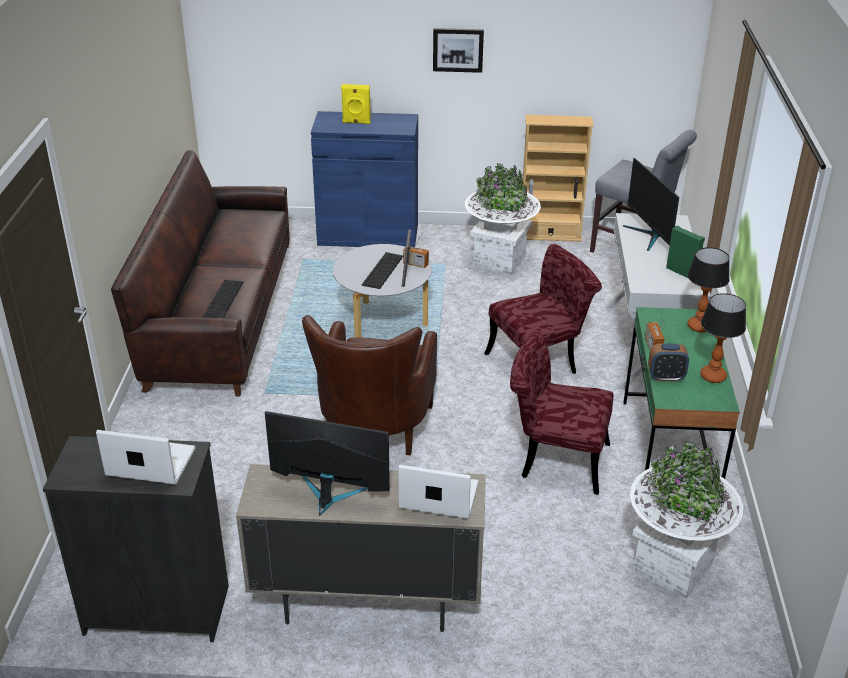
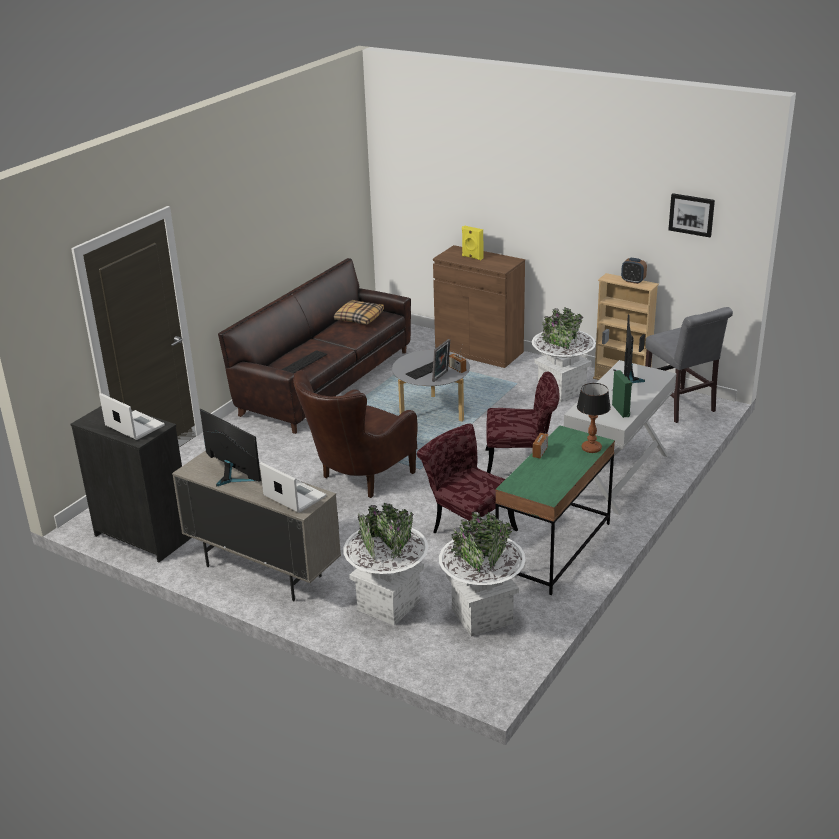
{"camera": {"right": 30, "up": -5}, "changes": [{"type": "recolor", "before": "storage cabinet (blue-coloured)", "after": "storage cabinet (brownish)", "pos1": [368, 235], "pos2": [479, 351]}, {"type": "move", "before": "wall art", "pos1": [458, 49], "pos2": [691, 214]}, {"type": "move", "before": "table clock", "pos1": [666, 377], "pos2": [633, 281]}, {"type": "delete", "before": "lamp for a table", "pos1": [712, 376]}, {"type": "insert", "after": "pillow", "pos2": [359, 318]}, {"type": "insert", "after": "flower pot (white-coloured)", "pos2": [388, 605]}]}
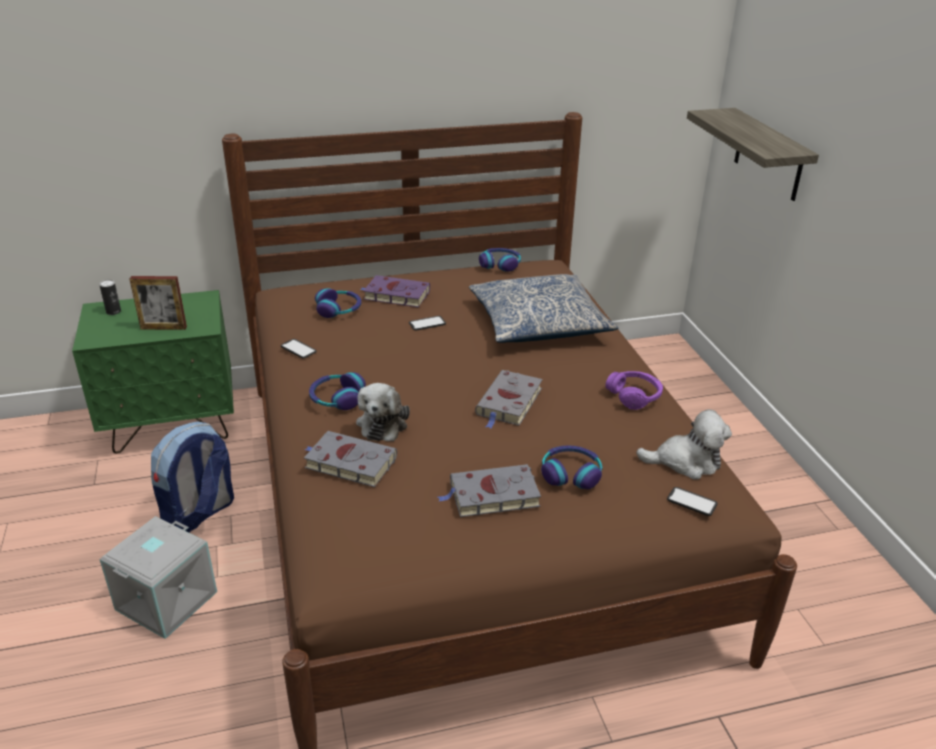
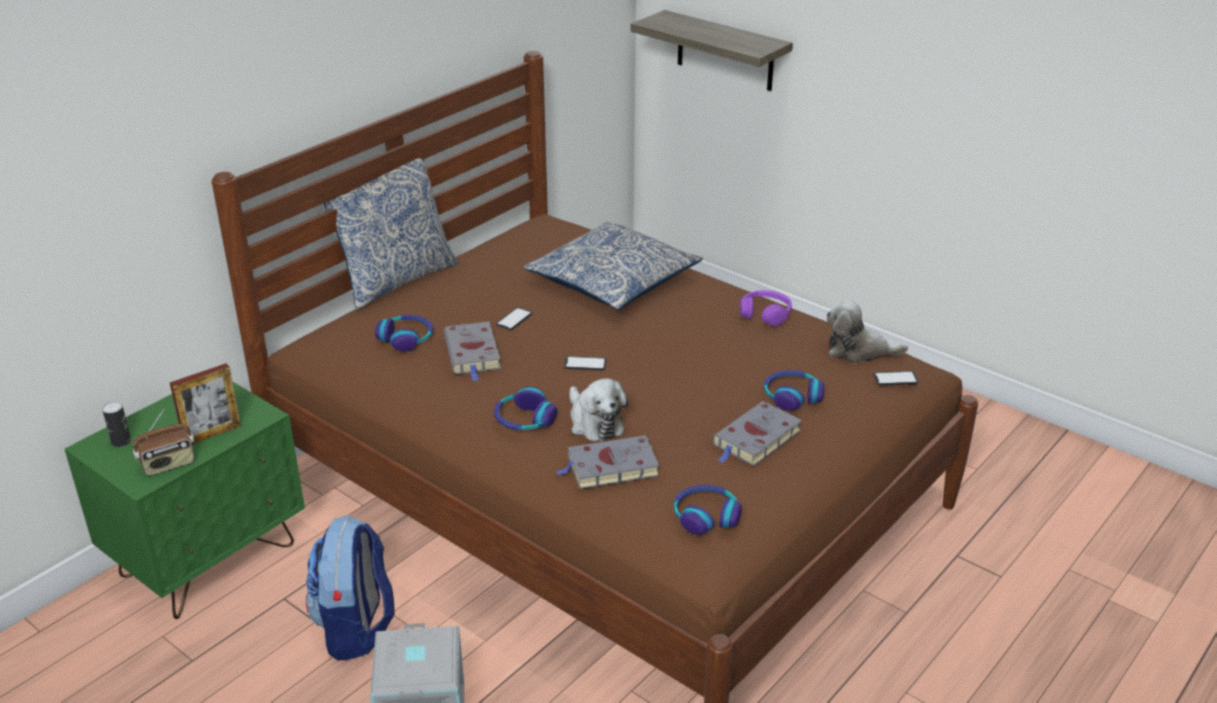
{"camera": {"right": -35, "up": 0}, "changes": [{"type": "move", "before": "handset", "pos1": [298, 349], "pos2": [585, 364]}, {"type": "delete", "before": "bound book (purple-coloured)", "pos1": [395, 295]}, {"type": "move", "before": "bound book (greyish)", "pos1": [509, 403], "pos2": [473, 354]}, {"type": "move", "before": "headset", "pos1": [500, 264], "pos2": [706, 516]}, {"type": "rotate", "before": "plush toy", "pos1": [685, 462], "pos2": [858, 351], "turn": -135}, {"type": "insert", "after": "radio set", "pos2": [168, 464]}, {"type": "insert", "after": "pillow", "pos2": [395, 279]}]}
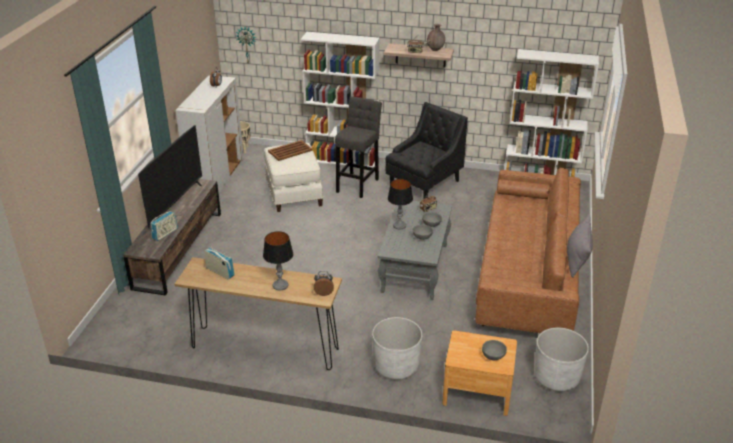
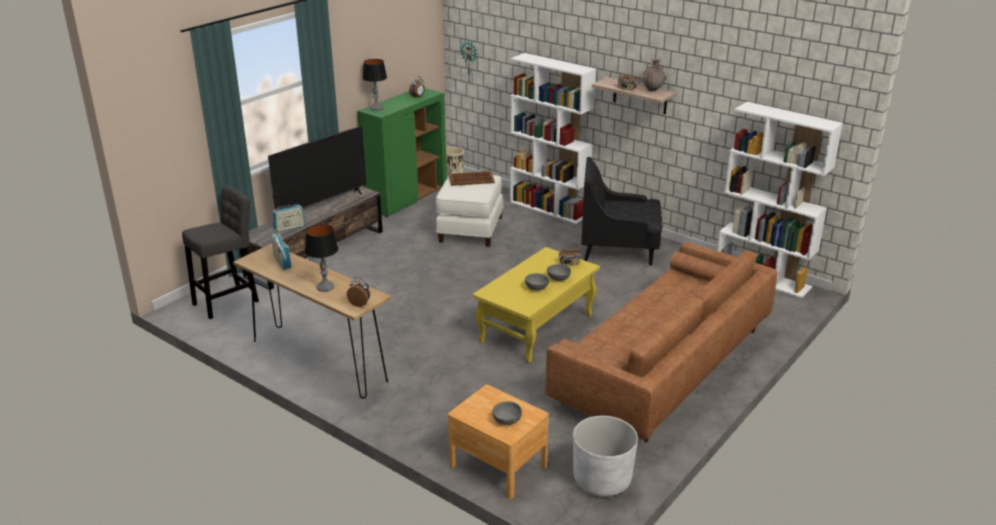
{"camera": {"right": 25, "up": -5}, "changes": [{"type": "recolor", "before": "storage cabinet (white-coloured)", "after": "storage cabinet (greenish)", "pos1": [216, 177], "pos2": [406, 198]}, {"type": "move", "before": "stool (greyish)", "pos1": [358, 184], "pos2": [229, 301]}, {"type": "delete", "before": "flower pot (white-coloured)", "pos1": [396, 366]}, {"type": "recolor", "before": "coffee table (greyish)", "after": "coffee table (yellow)", "pos1": [415, 268], "pos2": [536, 328]}, {"type": "rotate", "before": "easy chair (blackish)", "pos1": [424, 184], "pos2": [619, 250], "turn": -150}, {"type": "move", "before": "lamp for a table", "pos1": [399, 225], "pos2": [376, 108]}, {"type": "delete", "before": "pillow (greyish)", "pos1": [577, 258]}]}
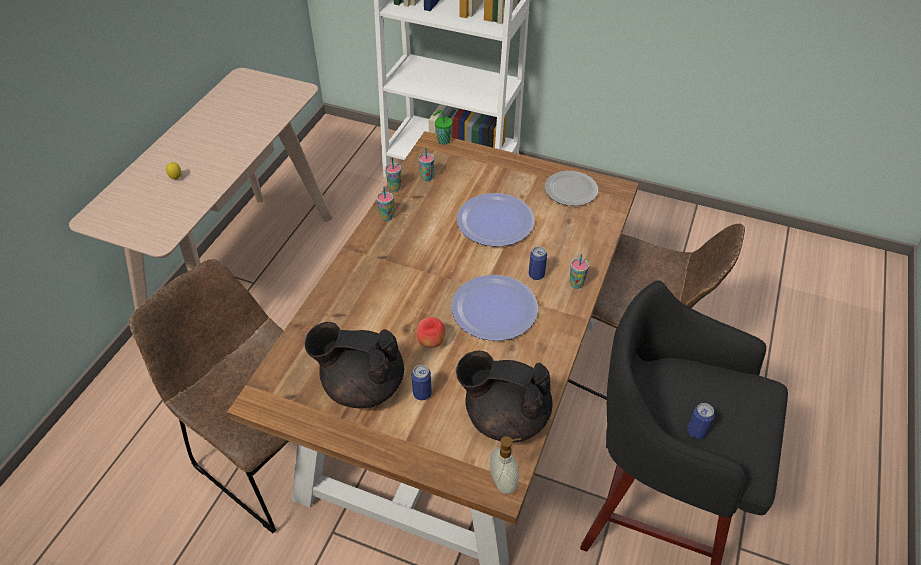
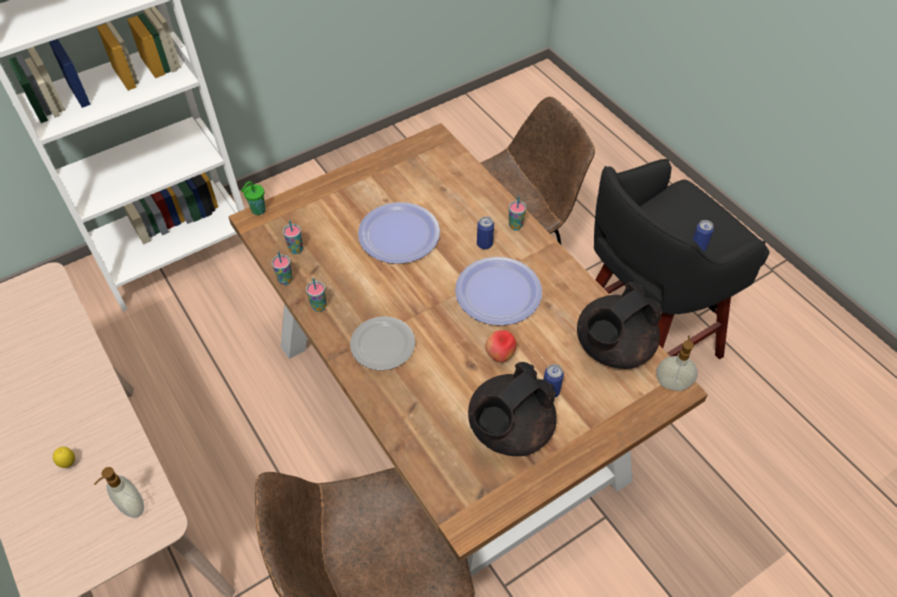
{"camera": {"right": -55, "up": 5}, "changes": [{"type": "move", "before": "plate", "pos1": [570, 189], "pos2": [381, 344]}, {"type": "insert", "after": "soap dispenser", "pos2": [131, 507]}]}
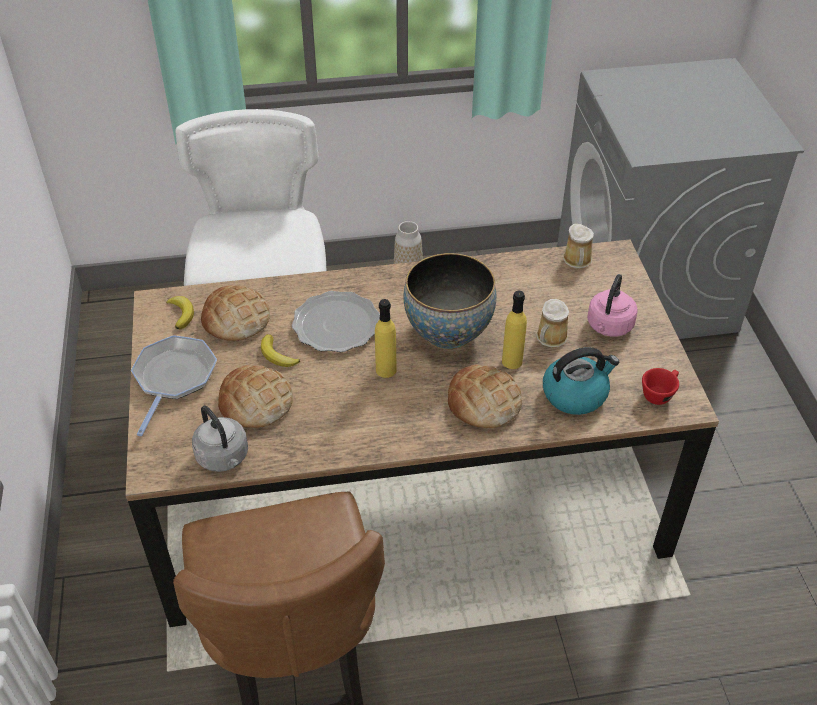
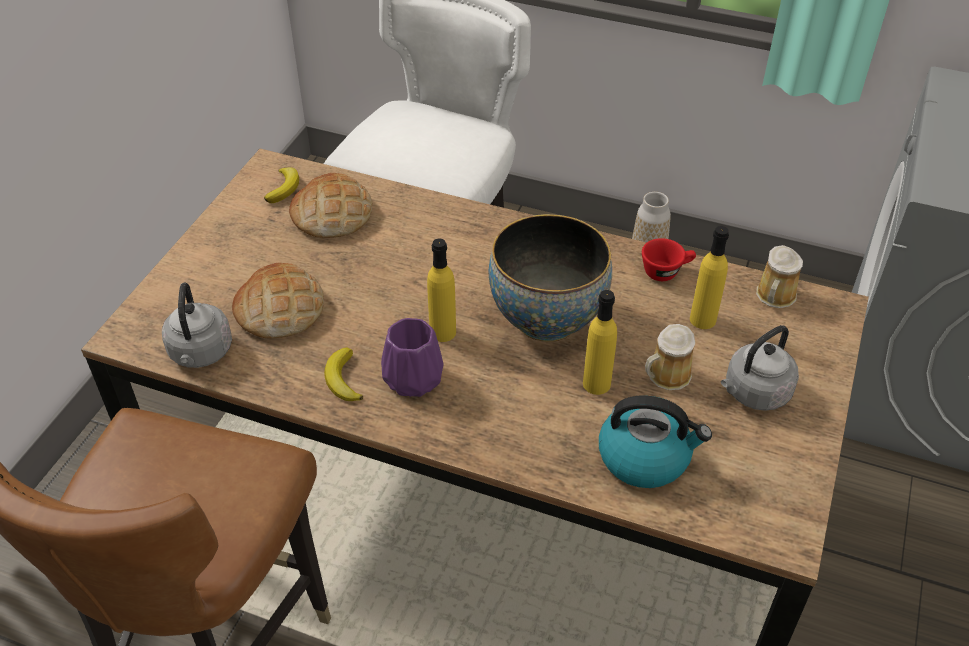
{"camera": {"right": 30, "up": 0}, "changes": [{"type": "delete", "before": "frying pan", "pos1": [173, 378]}, {"type": "move", "before": "whole banana", "pos1": [277, 355], "pos2": [343, 379]}, {"type": "delete", "before": "plate", "pos1": [336, 325]}, {"type": "delete", "before": "baked bread", "pos1": [483, 402]}, {"type": "recolor", "before": "tea kettle (pink)", "after": "tea kettle (greyish)", "pos1": [608, 327], "pos2": [754, 393]}, {"type": "move", "before": "drinking cup (red-coloured)", "pos1": [659, 393], "pos2": [666, 271]}, {"type": "insert", "after": "decorative vase (purple-coloured)", "pos2": [412, 380]}, {"type": "insert", "after": "beverage bottle (yellow)", "pos2": [702, 319]}]}
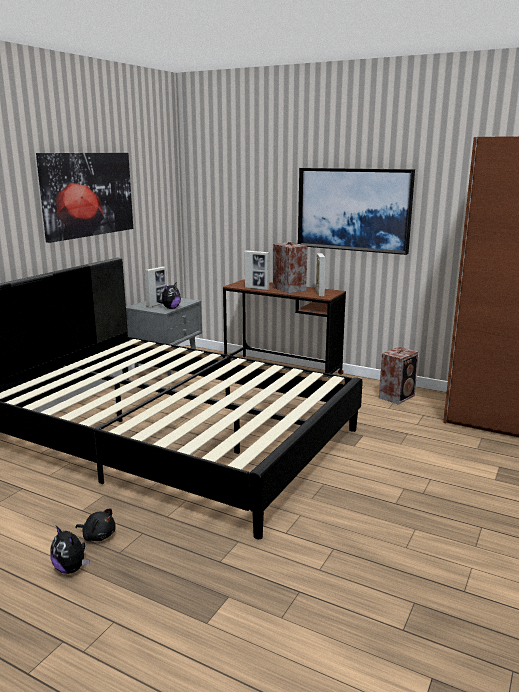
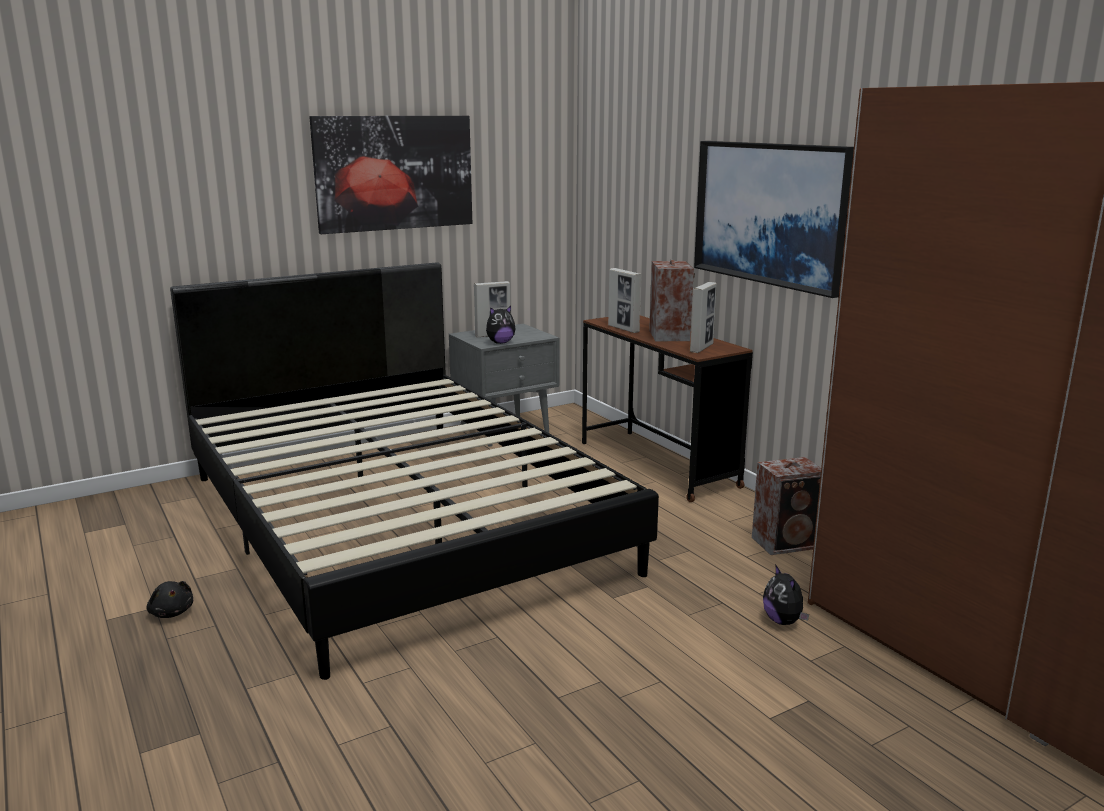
{"camera": {"right": 30, "up": 0}, "changes": [{"type": "move", "before": "plush toy", "pos1": [71, 568], "pos2": [783, 621]}]}
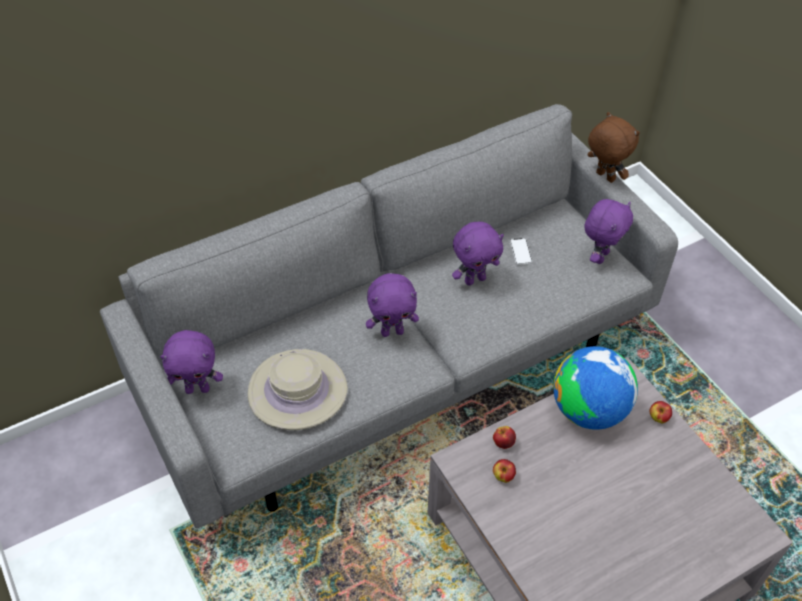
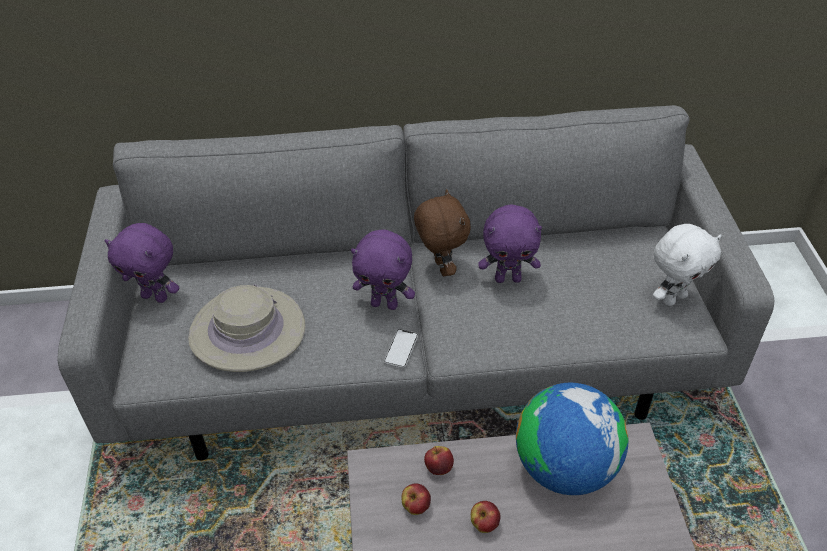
{"camera": {"right": 25, "up": -5}, "changes": [{"type": "move", "before": "handset", "pos1": [520, 252], "pos2": [401, 349]}, {"type": "recolor", "before": "plush toy (purple-coloured)", "after": "plush toy (white-coloured)", "pos1": [600, 256], "pos2": [673, 298]}, {"type": "move", "before": "plush toy (brownish)", "pos1": [604, 177], "pos2": [440, 268]}, {"type": "move", "before": "apple", "pos1": [658, 418], "pos2": [484, 524]}]}
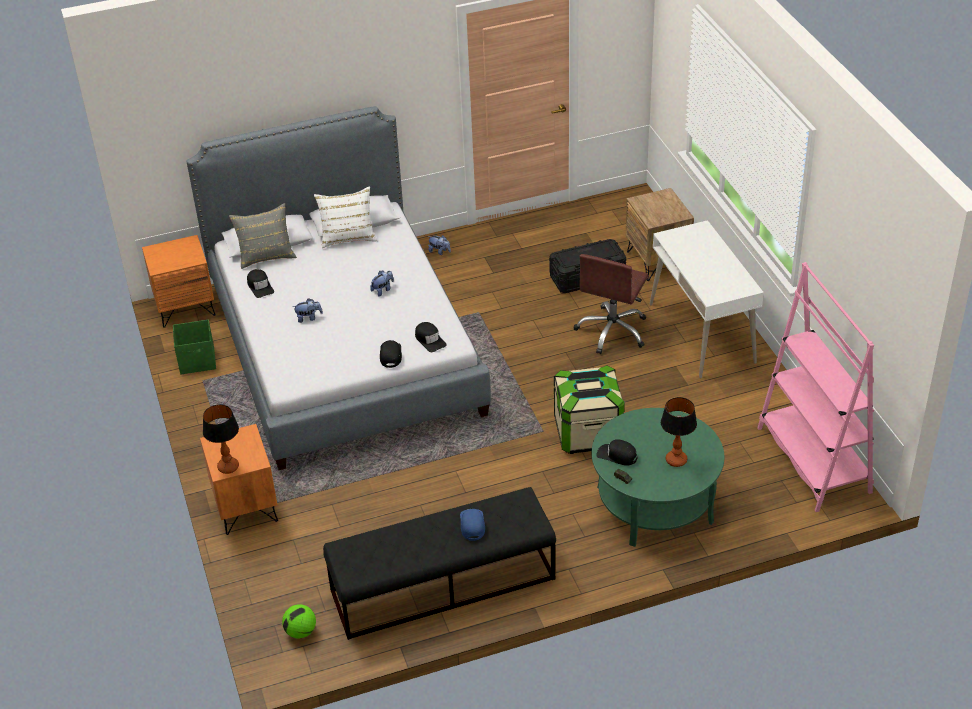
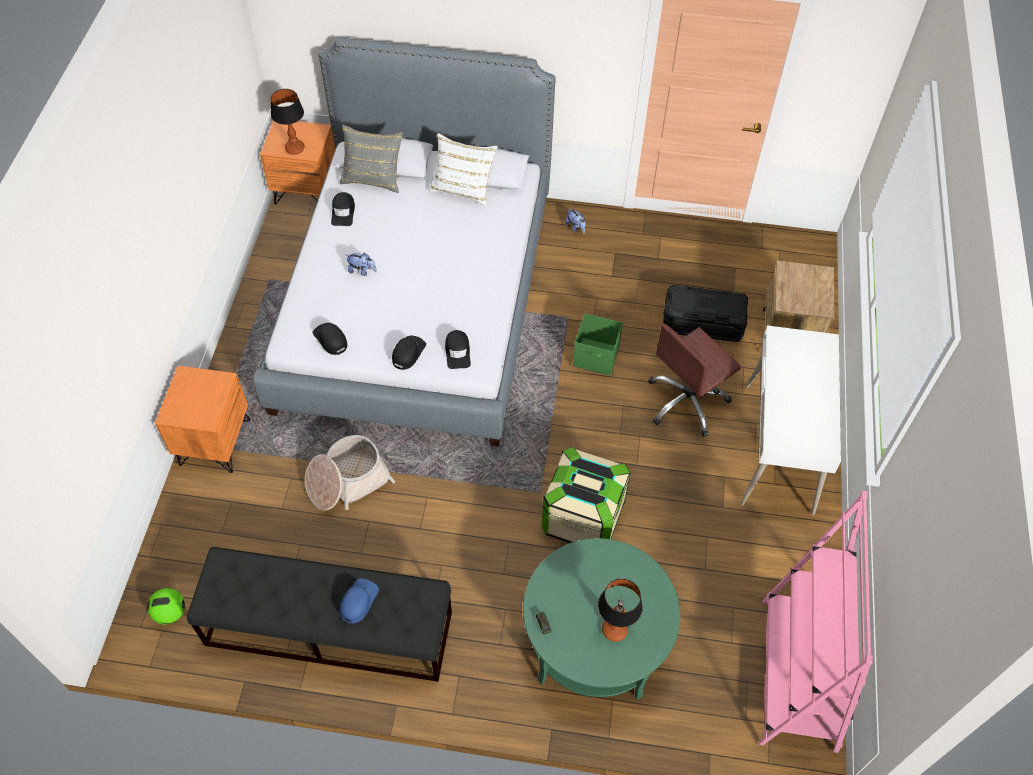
{"camera": {"right": 25, "up": 15}, "changes": [{"type": "move", "before": "storage bin (greenish)", "pos1": [198, 361], "pos2": [596, 357]}, {"type": "move", "before": "lamp for a table", "pos1": [228, 467], "pos2": [294, 149]}, {"type": "delete", "before": "plush toy", "pos1": [383, 290]}, {"type": "move", "before": "peaked cap (blackish)", "pos1": [617, 455], "pos2": [330, 339]}, {"type": "insert", "after": "storage basket", "pos2": [347, 480]}]}
